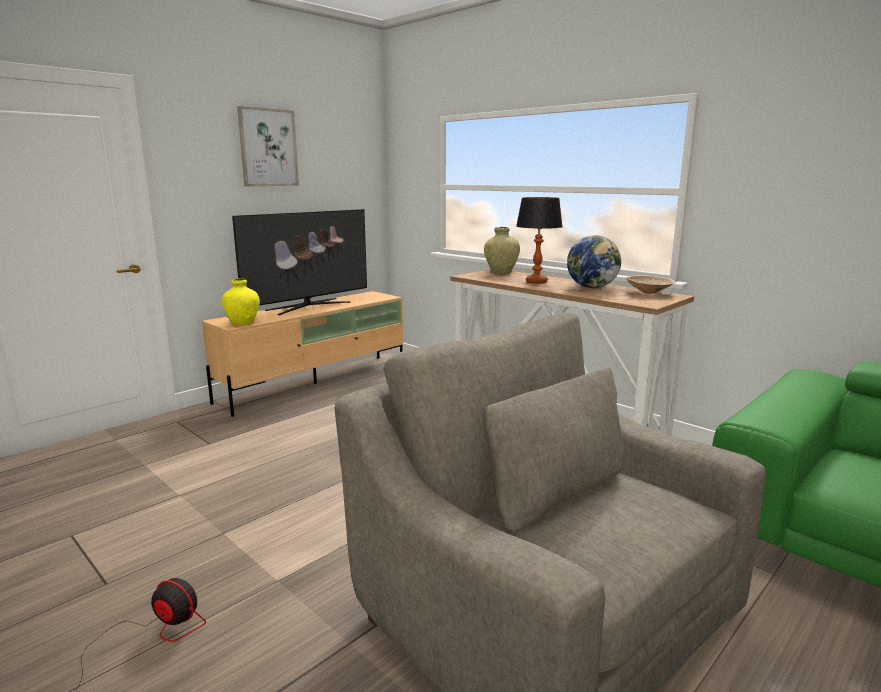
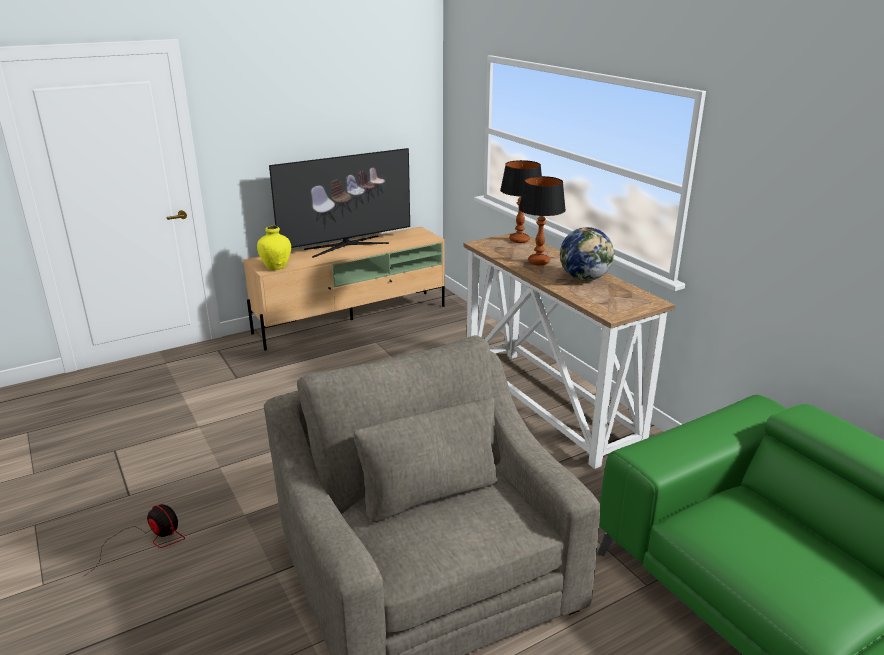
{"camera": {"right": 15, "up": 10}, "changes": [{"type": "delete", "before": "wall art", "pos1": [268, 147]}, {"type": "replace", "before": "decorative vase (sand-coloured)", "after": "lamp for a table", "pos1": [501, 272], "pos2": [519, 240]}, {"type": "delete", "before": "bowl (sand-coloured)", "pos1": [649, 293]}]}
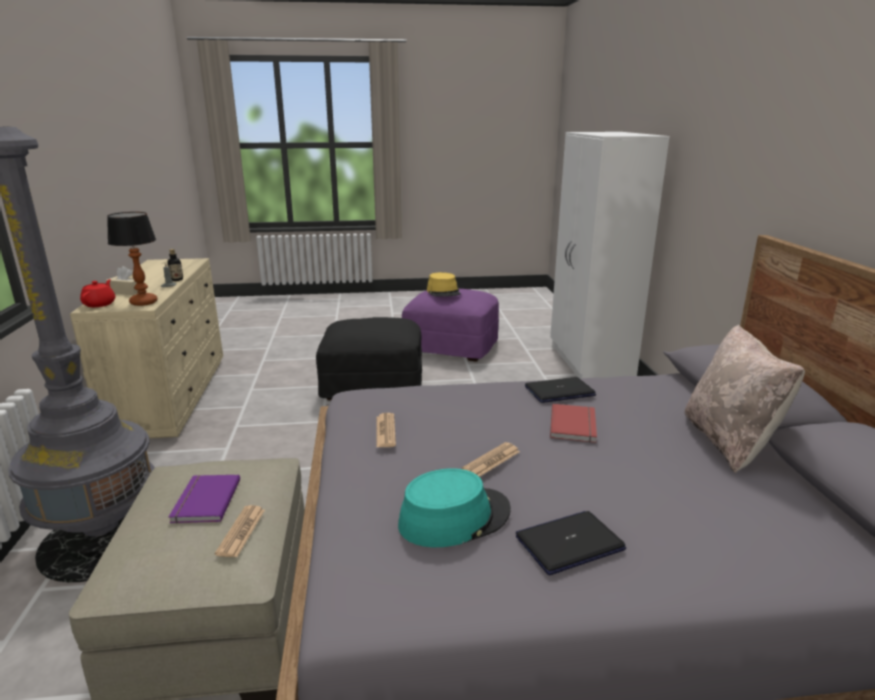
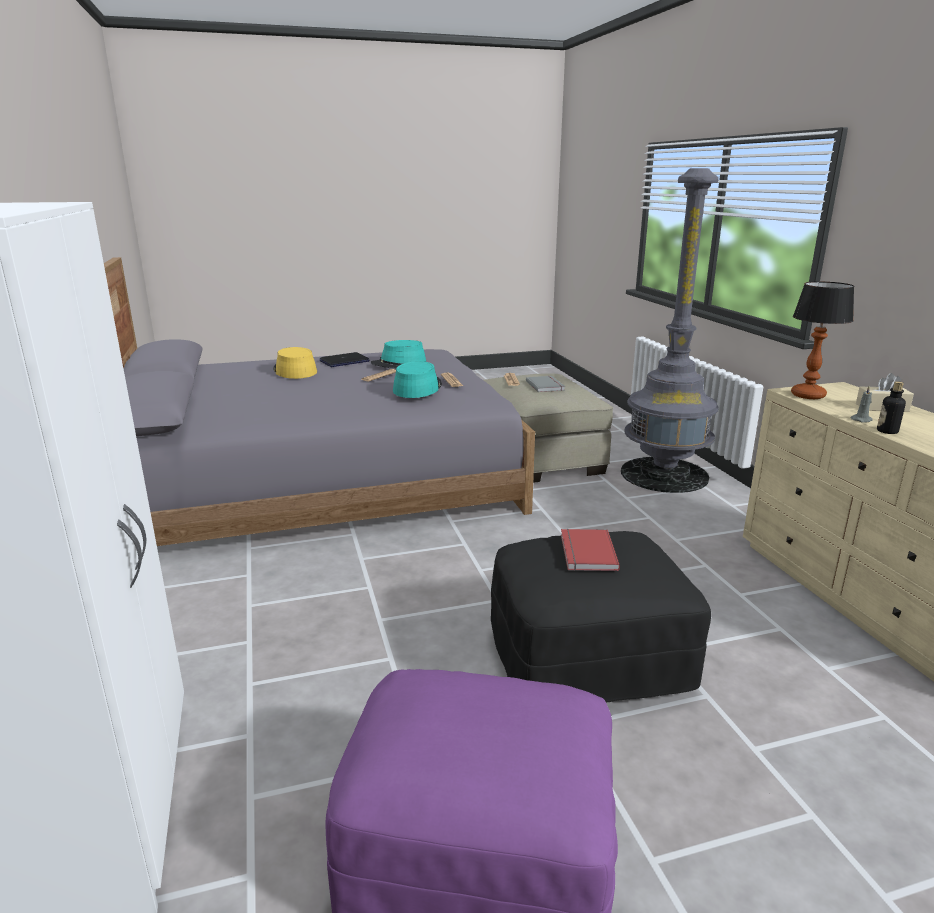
{"camera": {"right": 170, "up": 0}, "changes": [{"type": "delete", "before": "pot for tea (red-coloured)", "pos1": [100, 304]}, {"type": "recolor", "before": "bound book (purple-coloured)", "after": "bound book (greyish)", "pos1": [204, 501], "pos2": [546, 385]}, {"type": "move", "before": "wearable hat (yellow)", "pos1": [443, 292], "pos2": [294, 371]}, {"type": "delete", "before": "portable computer", "pos1": [559, 391]}, {"type": "move", "before": "bound book (red-coloured)", "pos1": [575, 425], "pos2": [586, 552]}, {"type": "delete", "before": "pillow (sand-coloured)", "pos1": [729, 442]}, {"type": "insert", "after": "wearable hat (turquoise-coloured)", "pos2": [417, 388]}]}
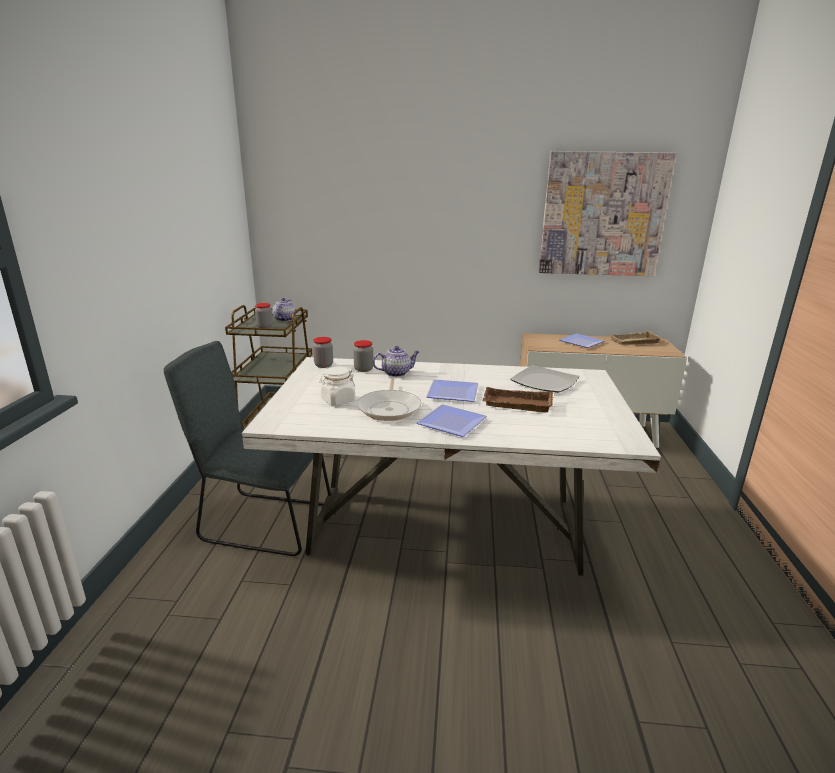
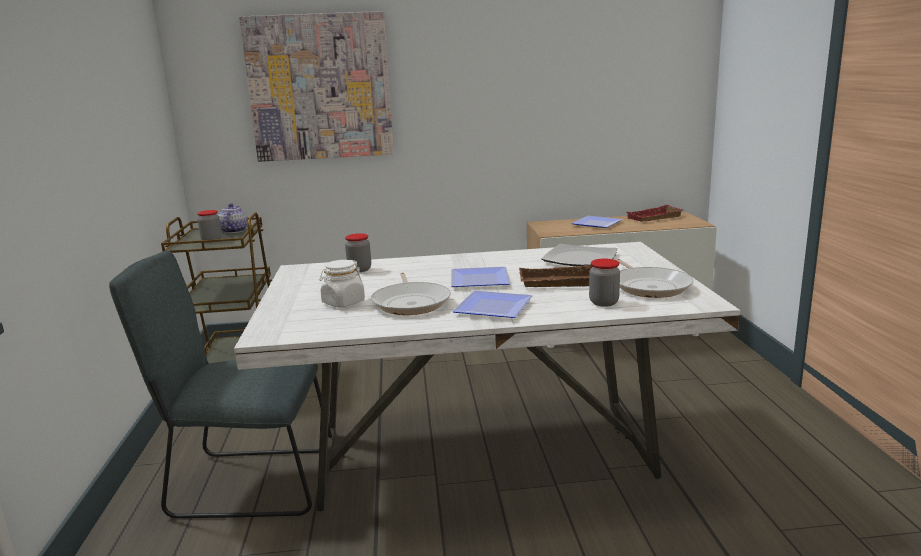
{"camera": {"right": -10, "up": -5}, "changes": [{"type": "move", "before": "storage jar", "pos1": [323, 365], "pos2": [604, 302]}, {"type": "delete", "before": "pot for tea", "pos1": [396, 373]}, {"type": "move", "before": "wall art", "pos1": [602, 215], "pos2": [320, 87]}, {"type": "recolor", "before": "carrying tray (sand-coloured)", "after": "carrying tray (red-coloured)", "pos1": [634, 342], "pos2": [654, 218]}, {"type": "insert", "after": "frying pan", "pos2": [649, 286]}]}
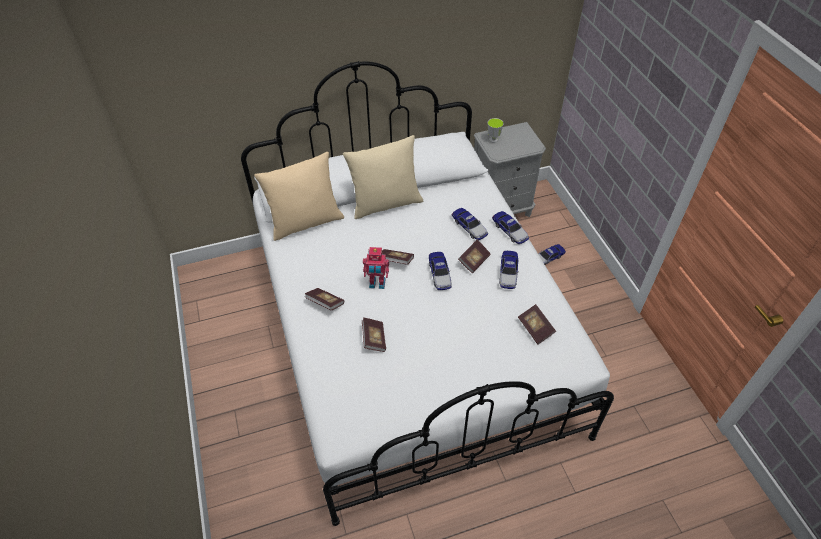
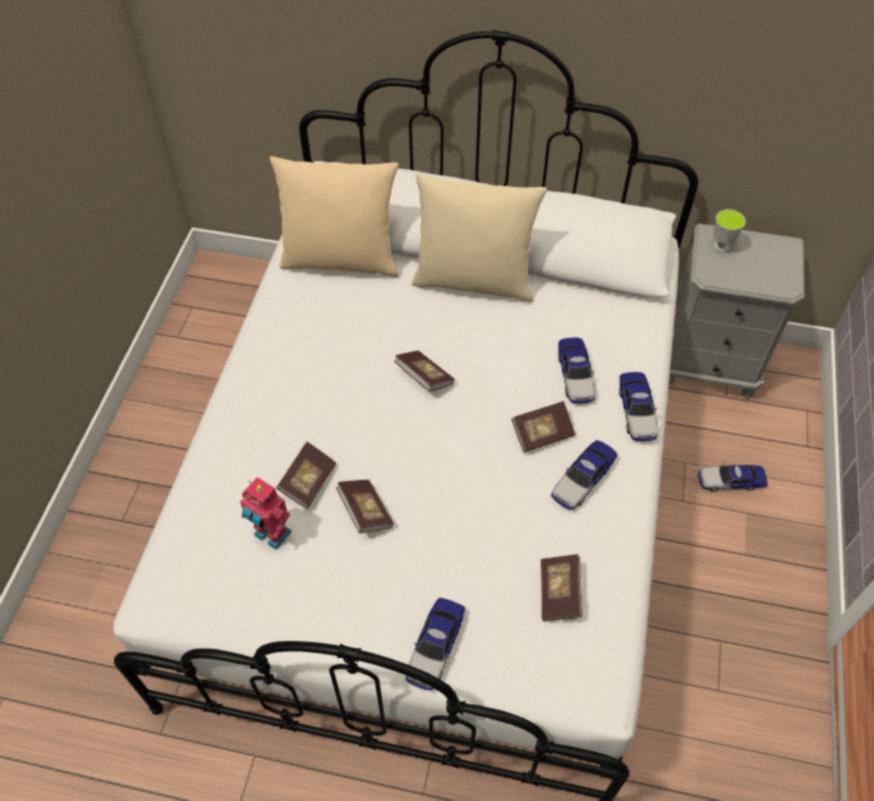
{"camera": {"right": 30, "up": 5}, "changes": [{"type": "move", "before": "bound book", "pos1": [325, 303], "pos2": [365, 512]}, {"type": "move", "before": "model robot", "pos1": [377, 284], "pos2": [271, 535]}, {"type": "move", "before": "toy car", "pos1": [439, 273], "pos2": [435, 646]}]}
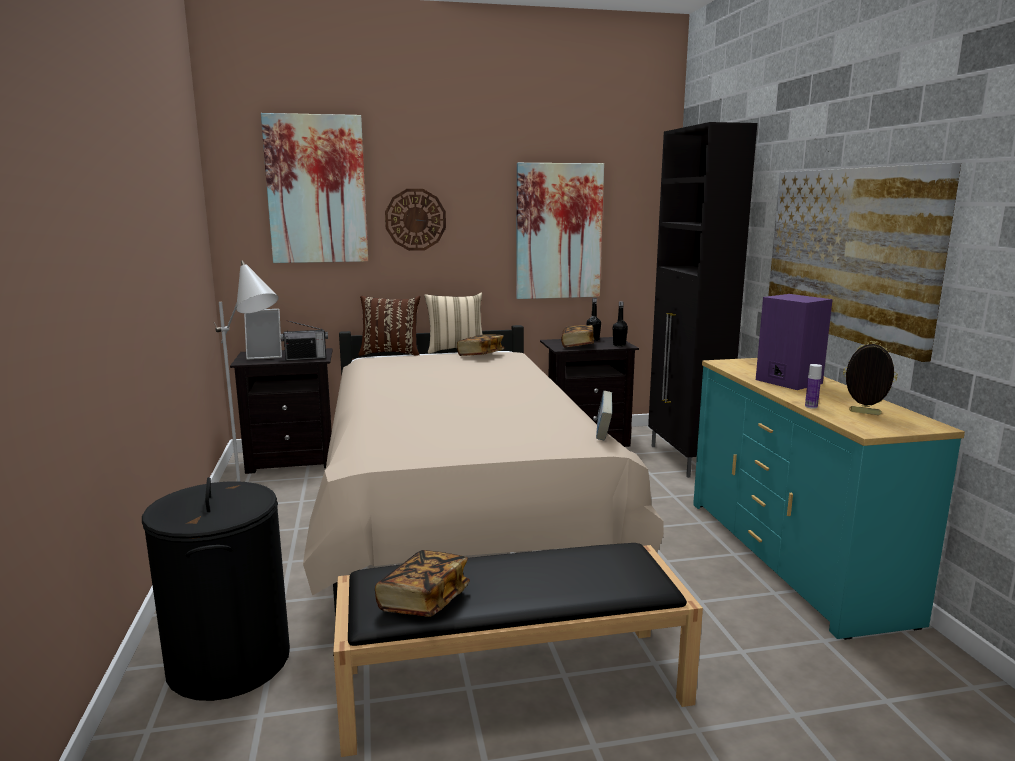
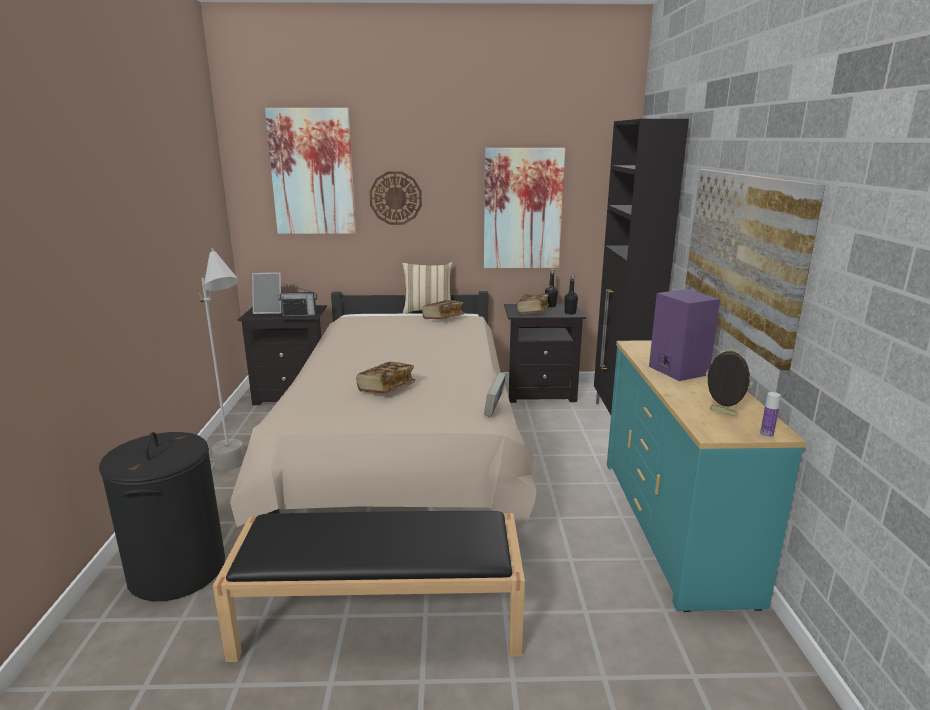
{"camera": {"right": 10, "up": 5}, "changes": [{"type": "delete", "before": "pillow (brownish)", "pos1": [390, 353]}, {"type": "move", "before": "bound book", "pos1": [424, 601], "pos2": [386, 389]}, {"type": "move", "before": "beverage bottle", "pos1": [811, 406], "pos2": [766, 434]}]}
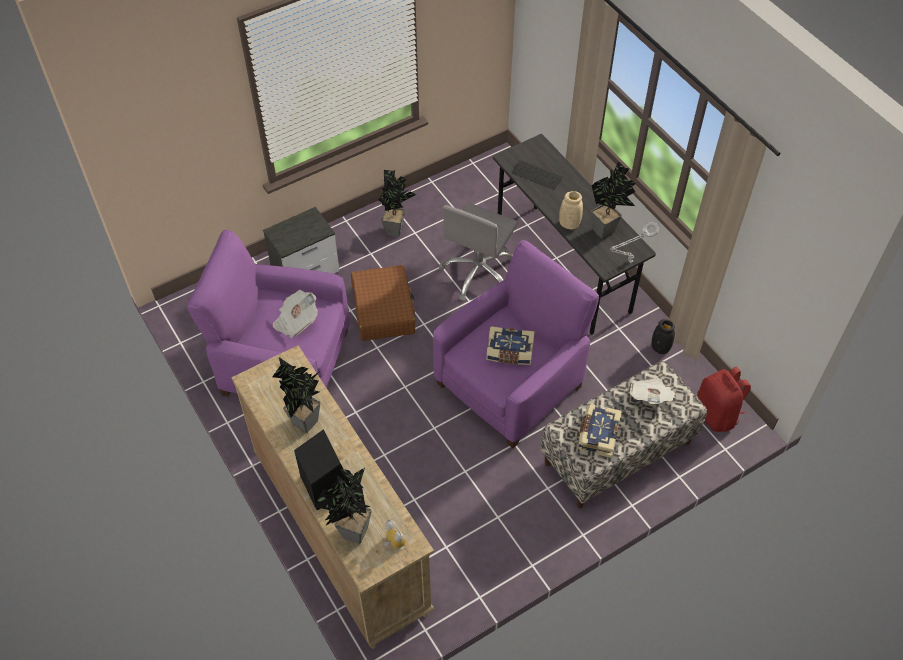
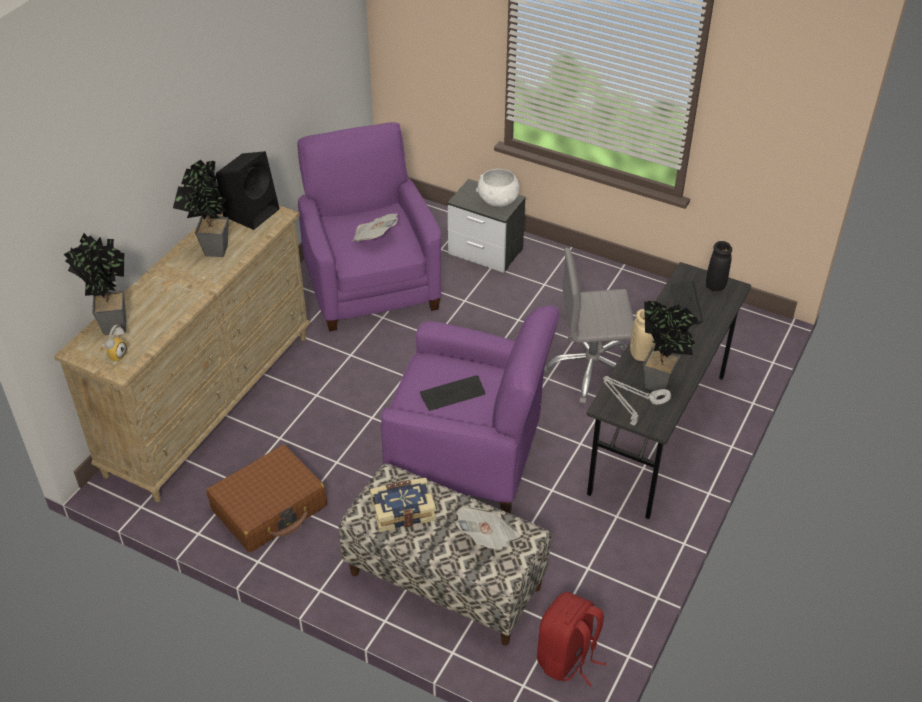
{"camera": {"right": 60, "up": -10}, "changes": [{"type": "move", "before": "speaker (blackish)", "pos1": [326, 484], "pos2": [252, 211]}, {"type": "move", "before": "piece of luggage (brownish)", "pos1": [383, 310], "pos2": [269, 508]}, {"type": "delete", "before": "houseplant", "pos1": [396, 228]}, {"type": "replace", "before": "bound book", "after": "keyboard", "pos1": [509, 352], "pos2": [452, 394]}, {"type": "move", "before": "decorative vase (blackish)", "pos1": [660, 348], "pos2": [715, 285]}, {"type": "insert", "after": "bowl (white-coloured)", "pos2": [498, 201]}]}
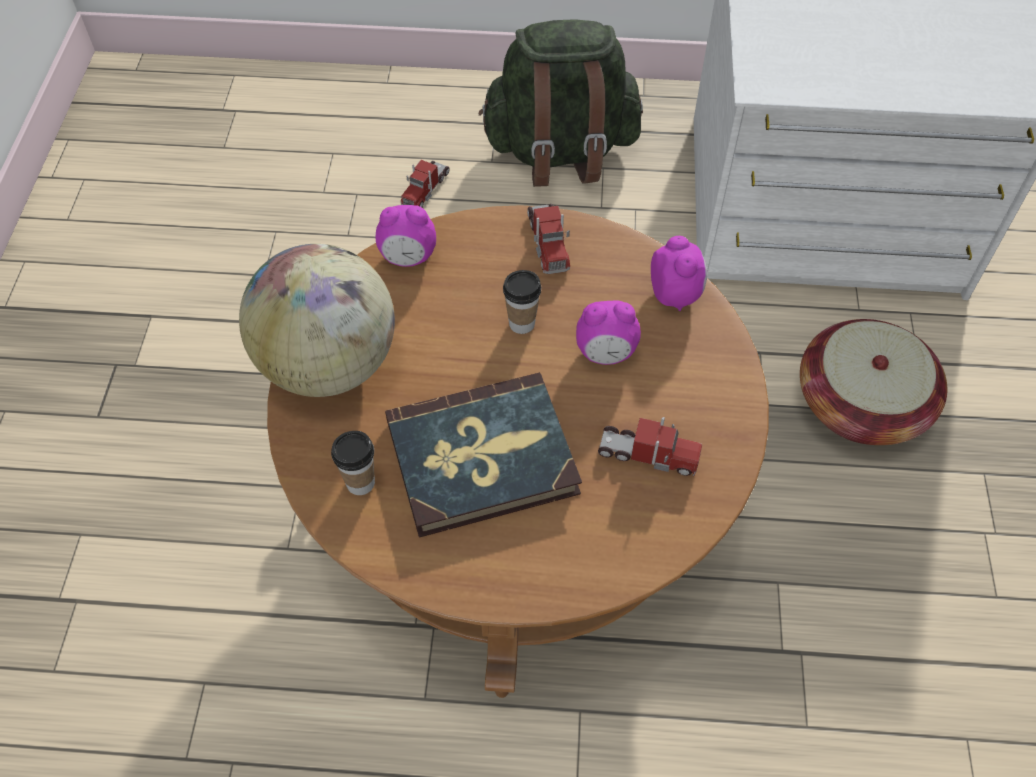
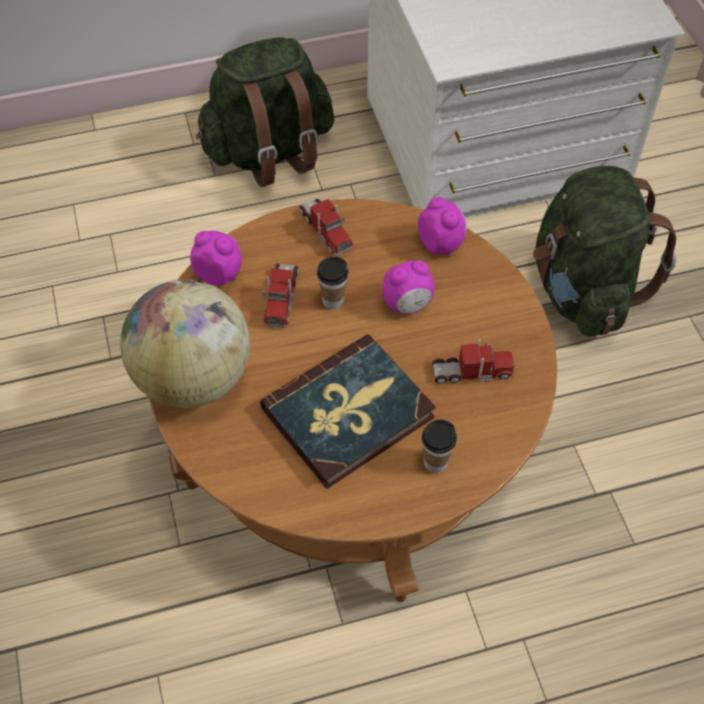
{"camera": {"right": -20, "up": 0}, "changes": [{"type": "move", "before": "drinking cup", "pos1": [360, 482], "pos2": [435, 462]}, {"type": "rotate", "before": "table clock", "pos1": [408, 257], "pos2": [219, 273], "turn": -135}, {"type": "move", "before": "toy truck", "pos1": [425, 189], "pos2": [281, 298]}, {"type": "replace", "before": "storage basket", "after": "rucksack (greenish)", "pos1": [860, 404], "pos2": [582, 290]}]}
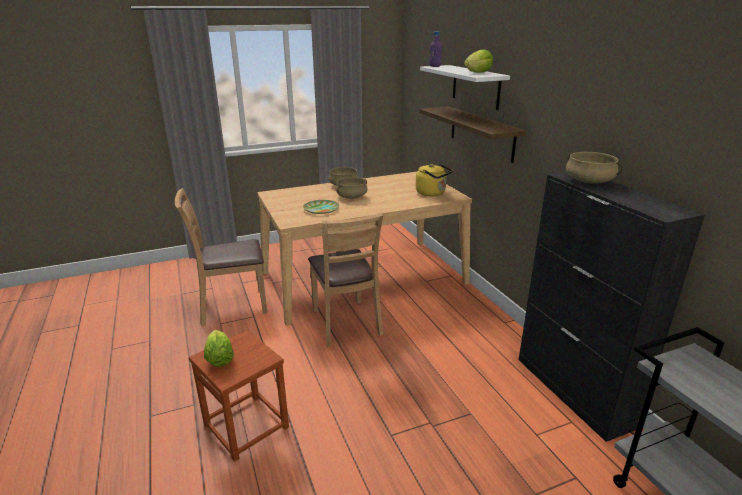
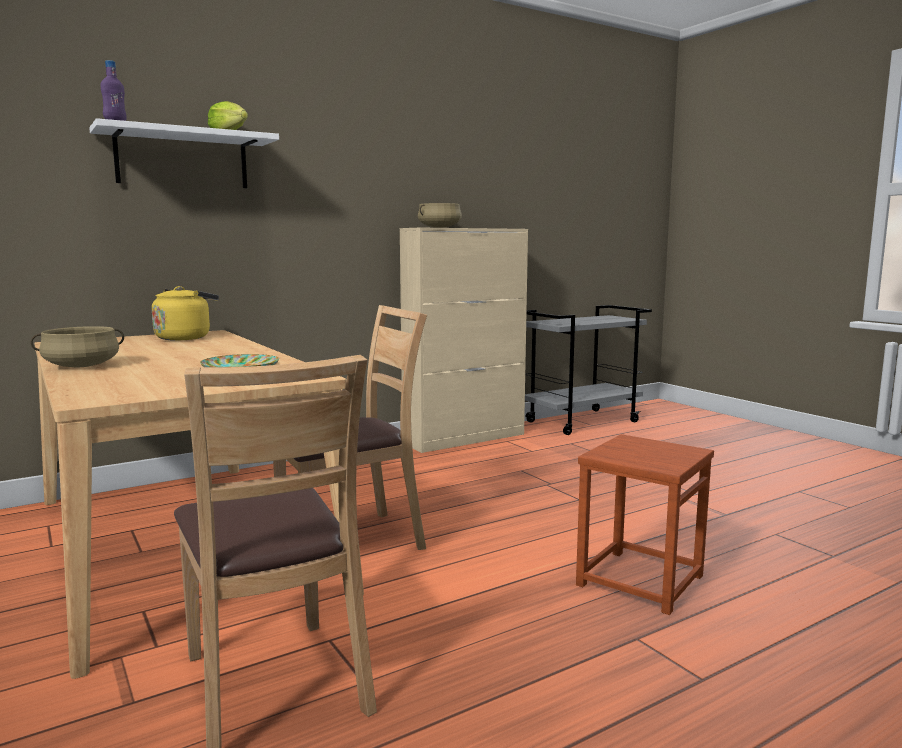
{"camera": {"right": -100, "up": -15}, "changes": [{"type": "delete", "before": "lettuce", "pos1": [219, 358]}, {"type": "delete", "before": "cooking pot (sand-coloured)", "pos1": [351, 197]}, {"type": "delete", "before": "wall shelf", "pos1": [481, 133]}, {"type": "recolor", "before": "storage cabinet (blackish)", "after": "storage cabinet (sand-coloured)", "pos1": [573, 392], "pos2": [465, 438]}]}
